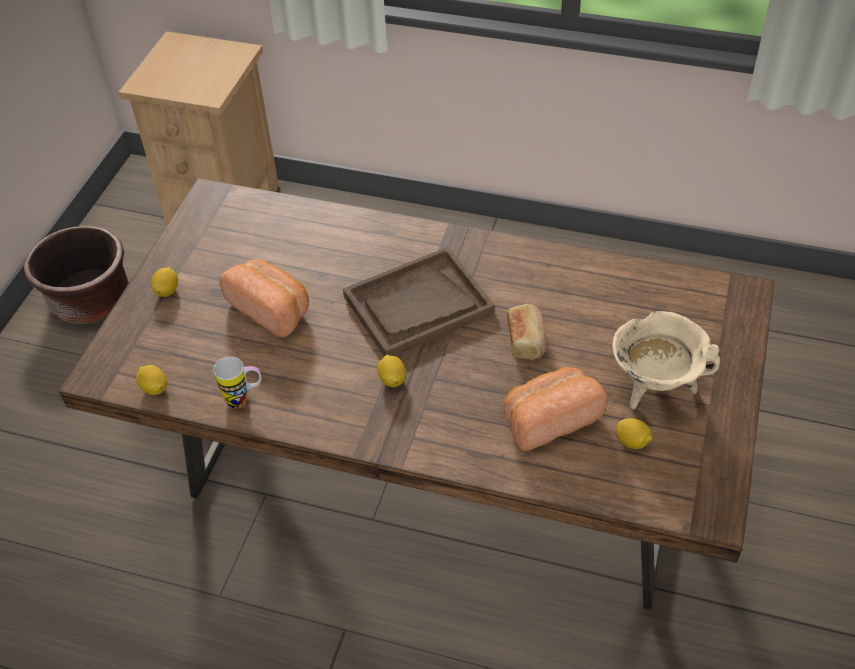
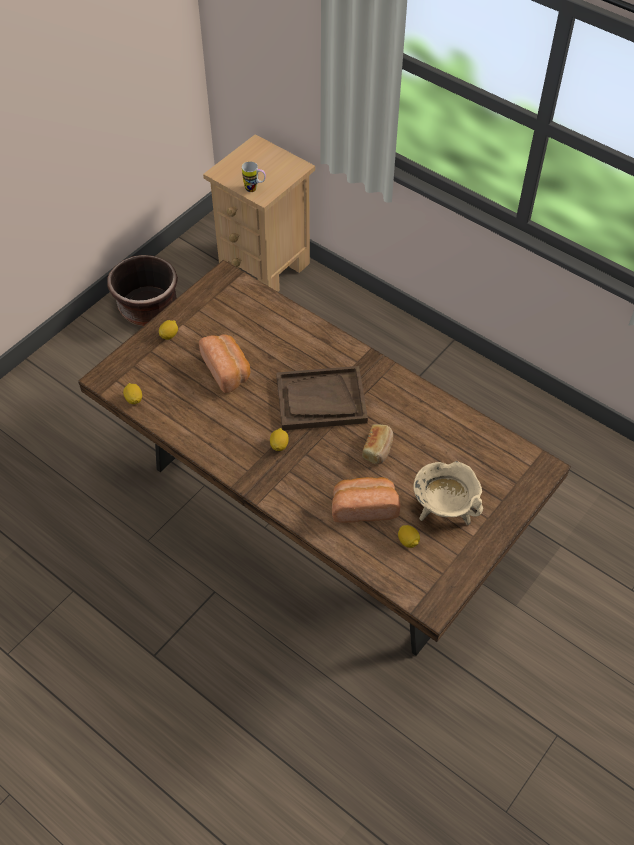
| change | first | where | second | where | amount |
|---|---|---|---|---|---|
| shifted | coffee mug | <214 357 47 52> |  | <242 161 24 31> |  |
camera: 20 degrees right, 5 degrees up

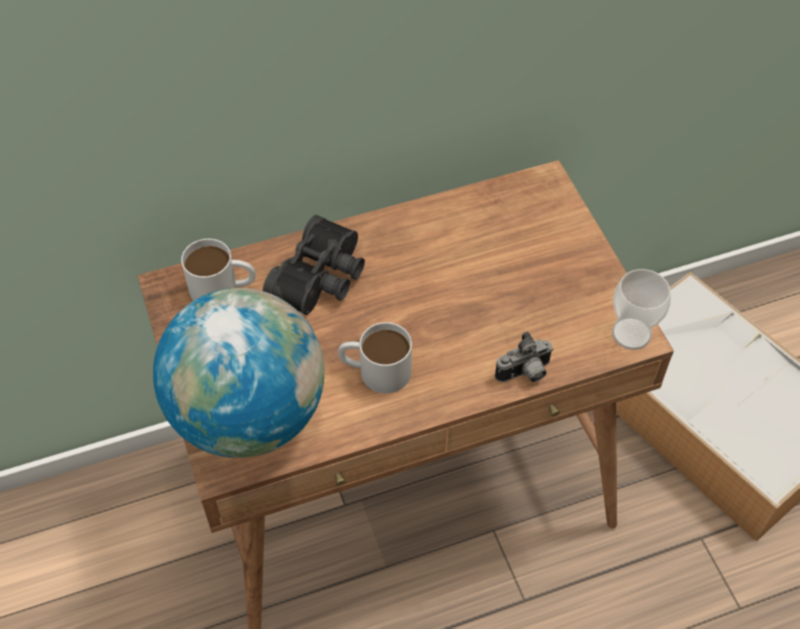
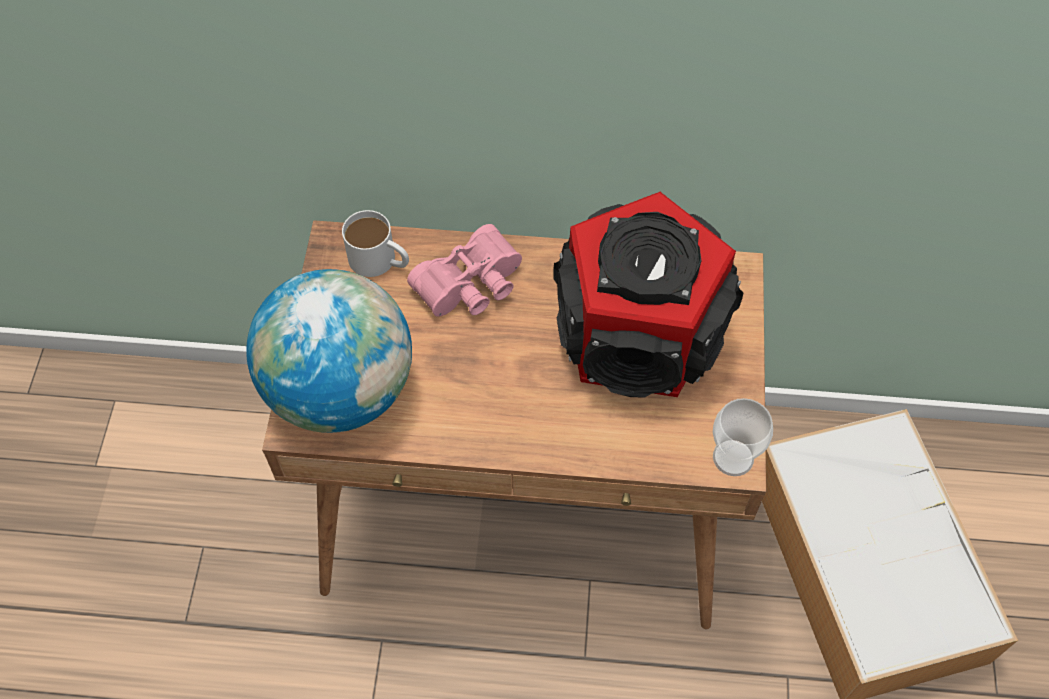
| change | first | where | second | where | amount |
|---|---|---|---|---|---|
| gone | white-coloured coffee mug | <338 322 74 71> |  |  |  |
| gone | still camera | <495 331 59 51> |  |  |  |
| new |  |  | loudspeaker | <553 192 191 206> |  |
| repainted | blackish field glasses | <263 215 102 100> | pinkish field glasses | <407 224 115 93> |  |
camera: 25 degrees right, 5 degrees up

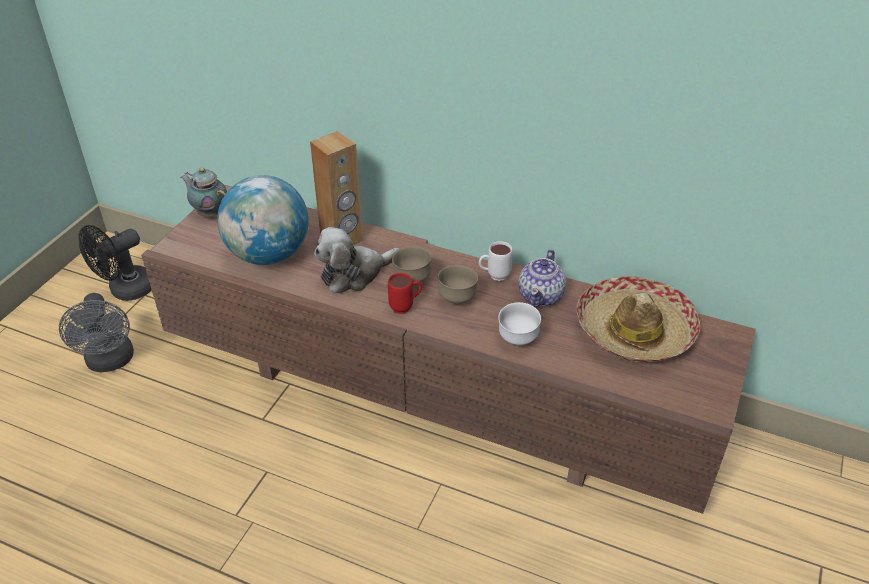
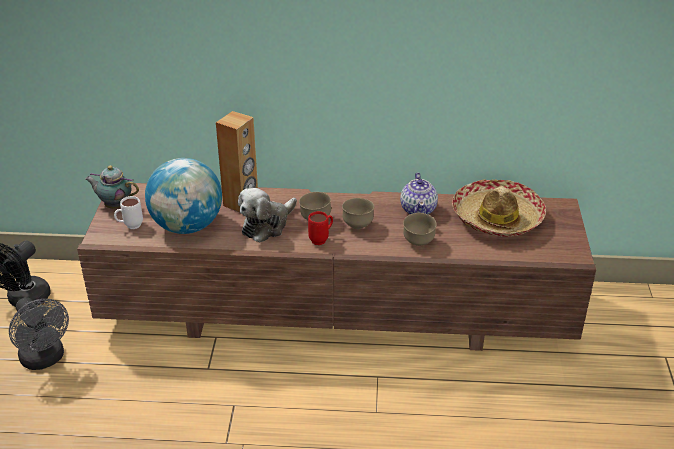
| change | first | where | second | where | amount |
|---|---|---|---|---|---|
| shifted | white-coloured coffee mug | <479 241 34 40> |  | <114 196 29 33> |  |
| repainted | white-coloured bowl | <498 302 43 43> | brown-coloured bowl | <403 213 34 33> |  |
camera: 20 degrees left, 5 degrees down

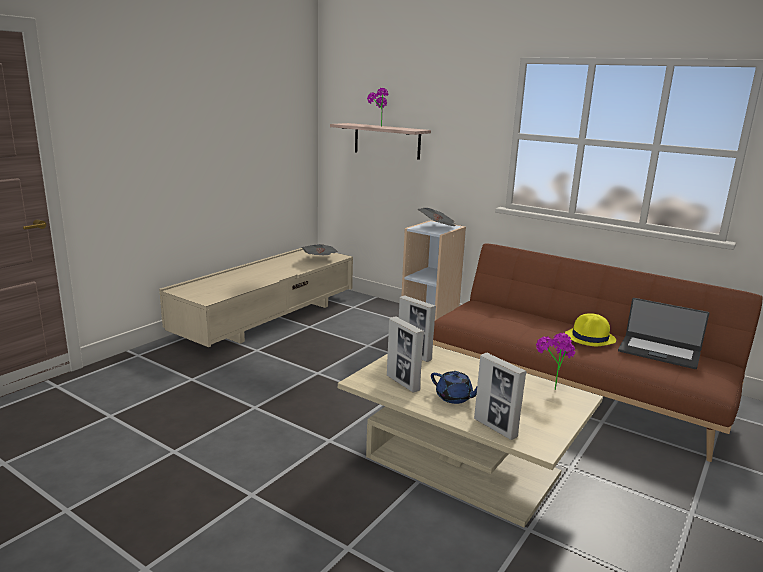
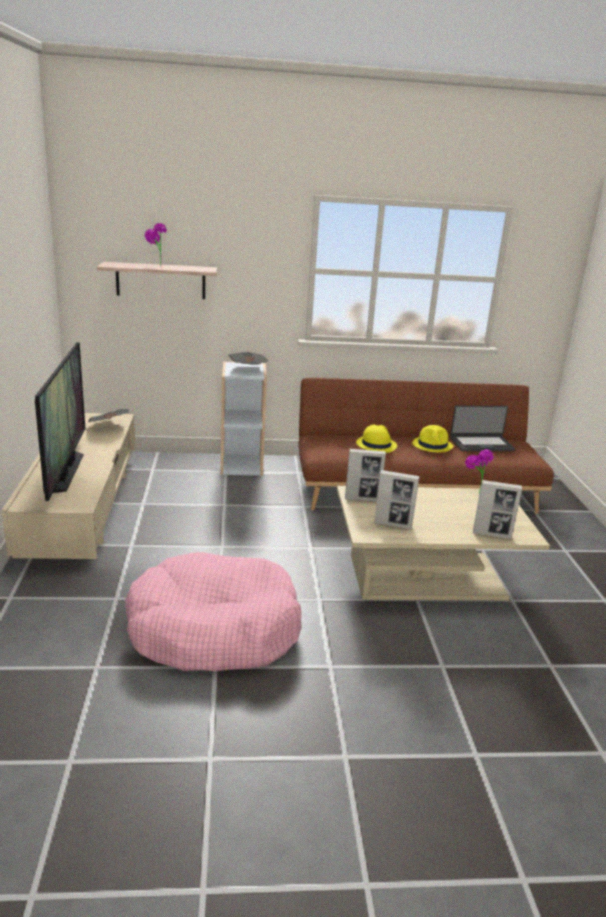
| change | first | where | second | where | amount |
|---|---|---|---|---|---|
| gone | blue tea pot | <431 371 46 33> |  |  |  |
| new |  |  | TV | <35 342 50 159> |  |
| new |  |  | pinkish pet bed | <125 552 177 120> |  |
| new |  |  | yellowish hat | <356 425 41 28> |  |
camera: 40 degrees left, 5 degrees up

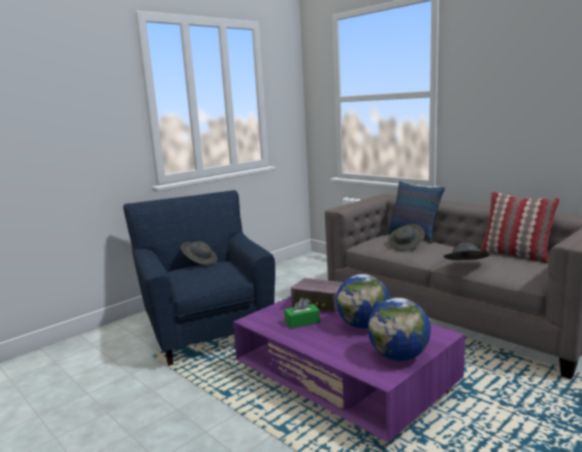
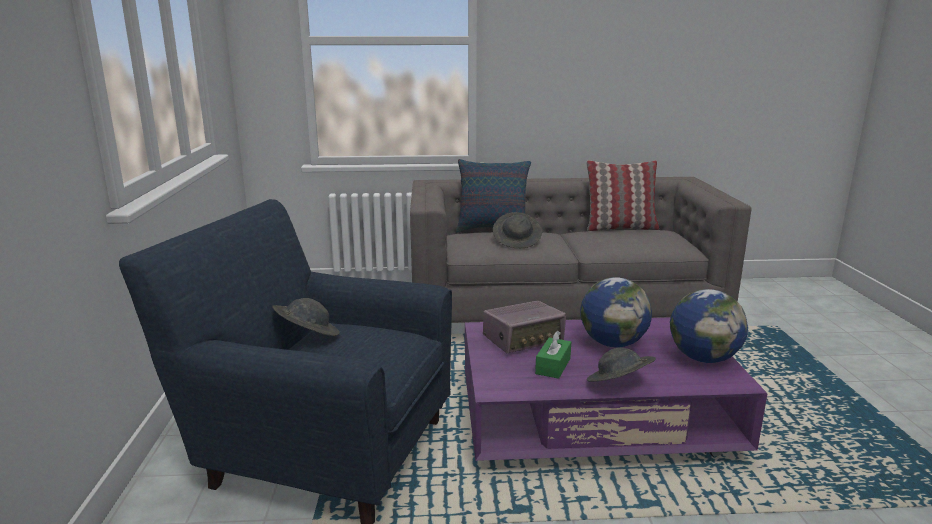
| change | first | where | second | where | amount |
|---|---|---|---|---|---|
| shifted | greyish hat | <443 243 47 17> |  | <587 348 69 34> |  |
camera: 50 degrees left, 5 degrees up

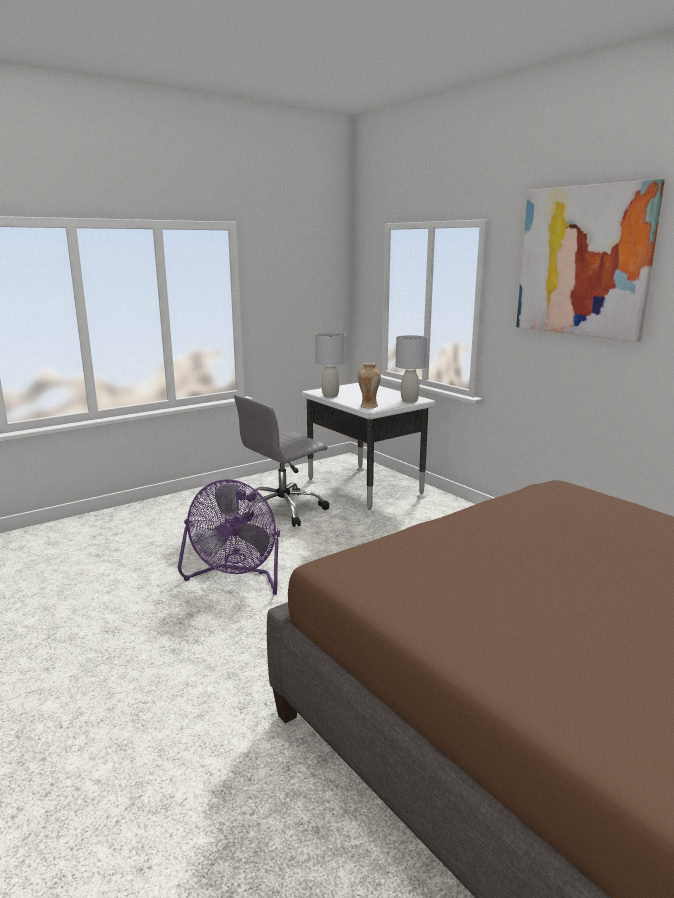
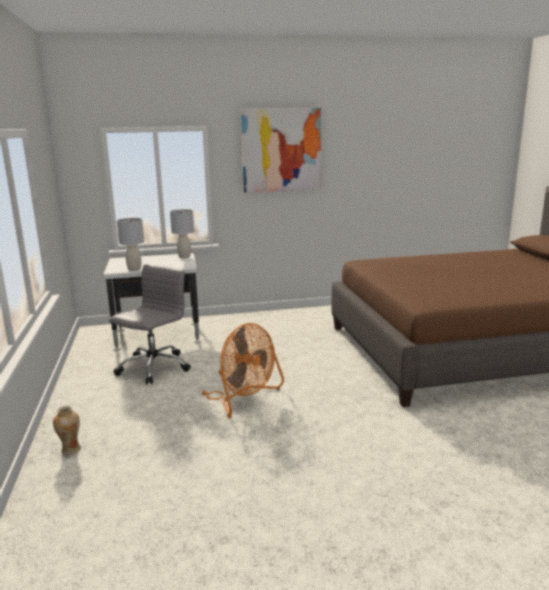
| change | first | where | second | where | amount |
|---|---|---|---|---|---|
| shifted | decorative vase | <358 363 23 45> |  | <53 406 28 49> |  |
| repainted | purple electric fan | <178 479 102 116> | orange-coloured electric fan | <202 323 82 95> |  |
| rotated | greyish office chair | <234 395 96 132> |  | <109 264 82 121> | 135 degrees counterclockwise |
camera: 65 degrees left, 0 degrees up

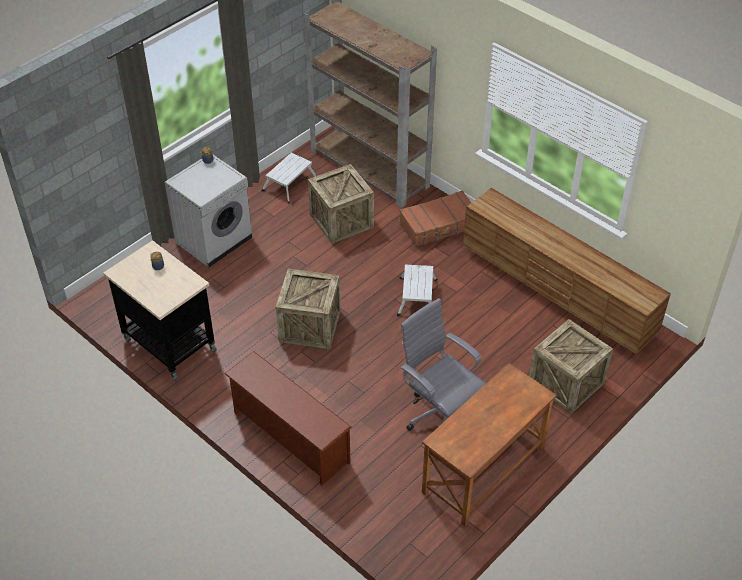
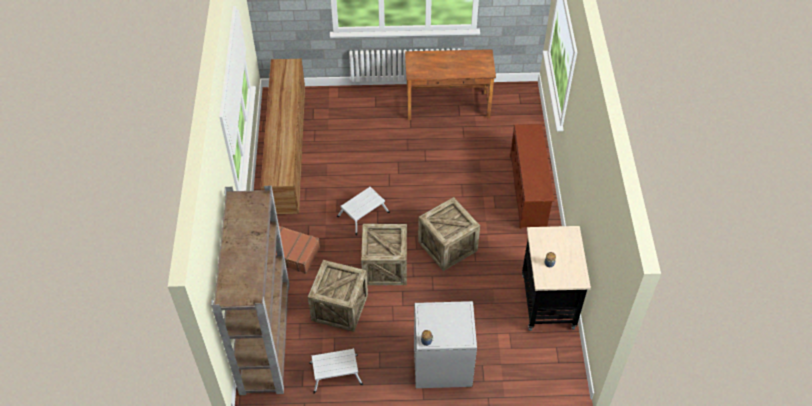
| change | first | where | second | where | amount |
|---|---|---|---|---|---|
| gone | greyish office chair | <400 298 86 133> |  |  |  |
| shifted | crate | <529 319 84 95> |  | <361 224 46 61> |  |
camera: 135 degrees left, 5 degrees up

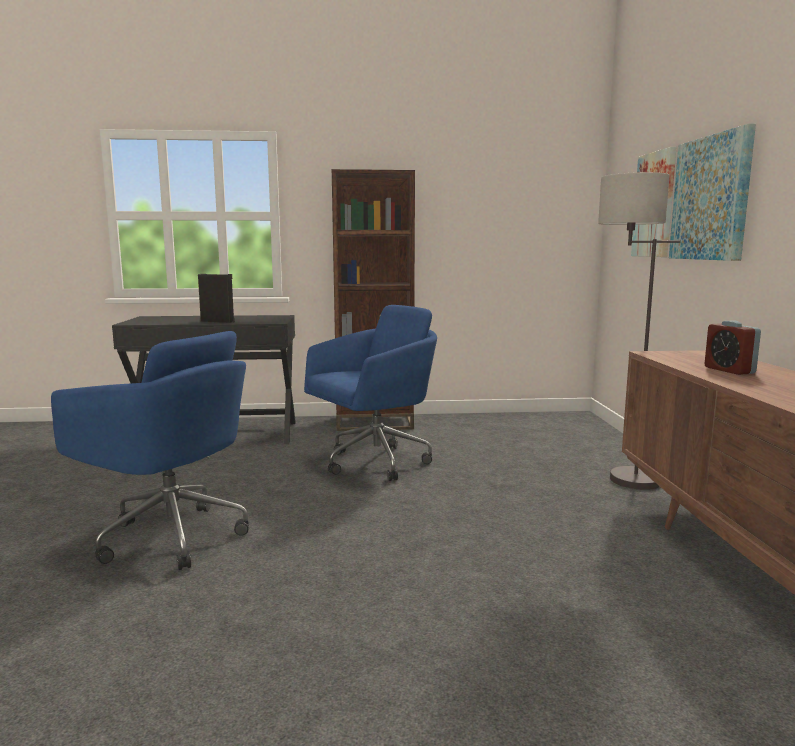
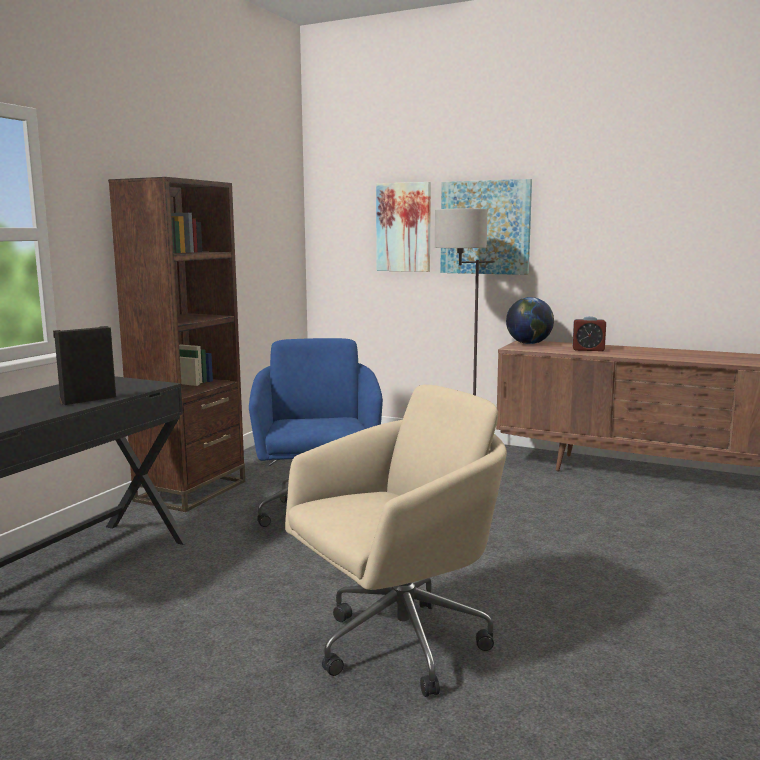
| change | first | where | second | where | amount |
|---|---|---|---|---|---|
| new |  |  | globe | <506 297 48 47> |  |
| repainted | blue office chair | <51 331 198 239> | beige-coloured office chair | <285 385 222 312> |  |
camera: 60 degrees left, 0 degrees up

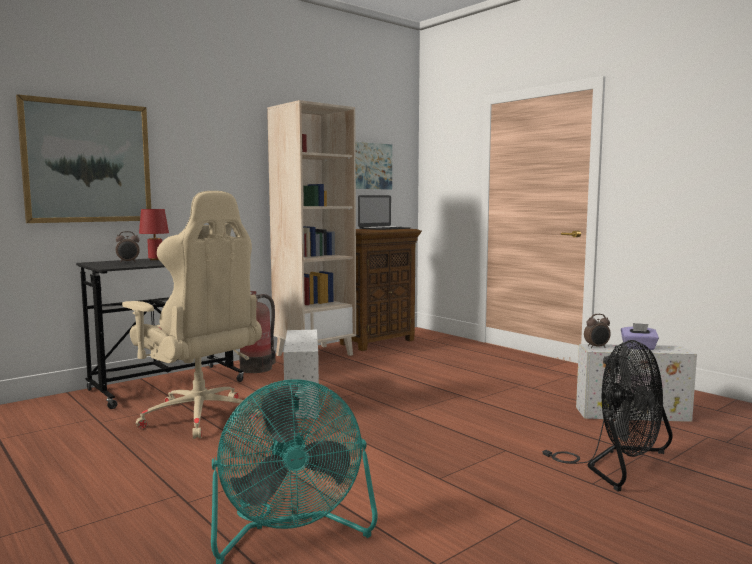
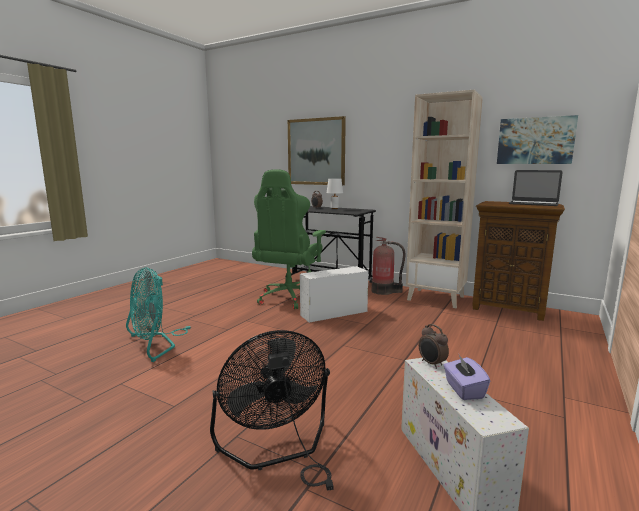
| change | first | where | second | where | amount |
|---|---|---|---|---|---|
| repainted | beige-coloured office chair | <122 191 140 248> | green-coloured office chair | <252 169 74 140> |  |
| repainted | red table lamp | <139 209 30 51> | white-coloured table lamp | <327 178 16 31> |  |
| rotated | blackish electric fan | <543 340 130 152> |  | <210 330 124 161> | 135 degrees clockwise |
camera: 70 degrees right, 5 degrees up

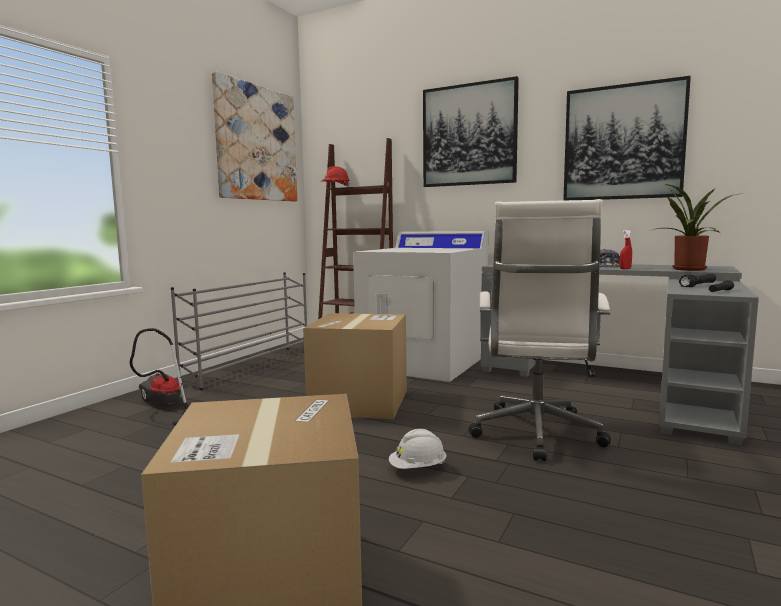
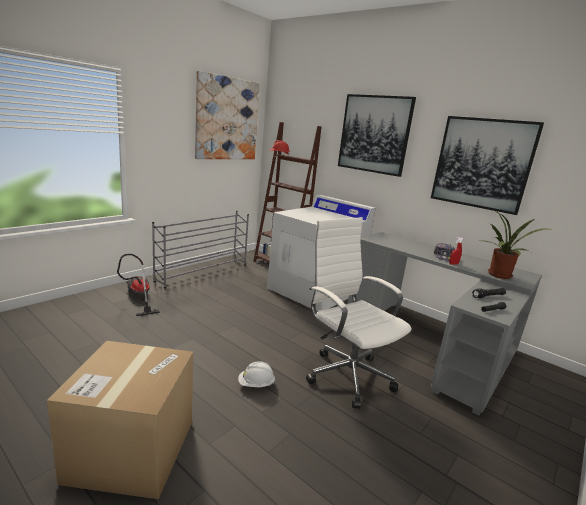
| change | first | where | second | where | amount |
|---|---|---|---|---|---|
| gone | carton | <303 313 104 106> |  |  |  |
| rotated | white-coloured office chair | <468 199 143 262> |  | <306 217 105 192> | 120 degrees clockwise |
camera: 10 degrees right, 10 degrees up

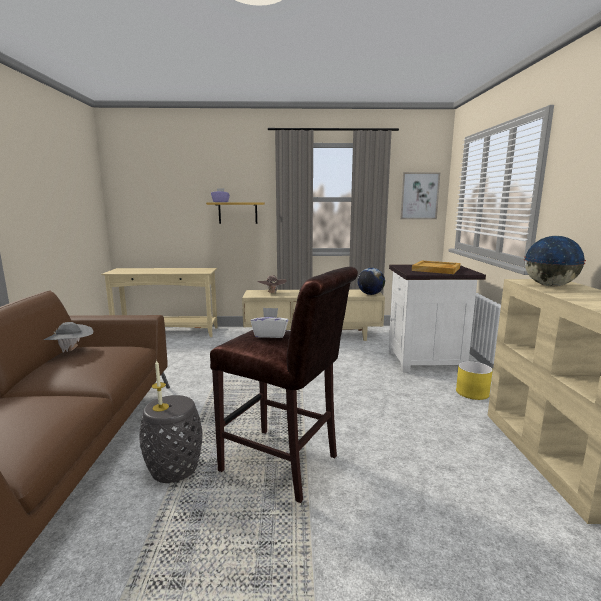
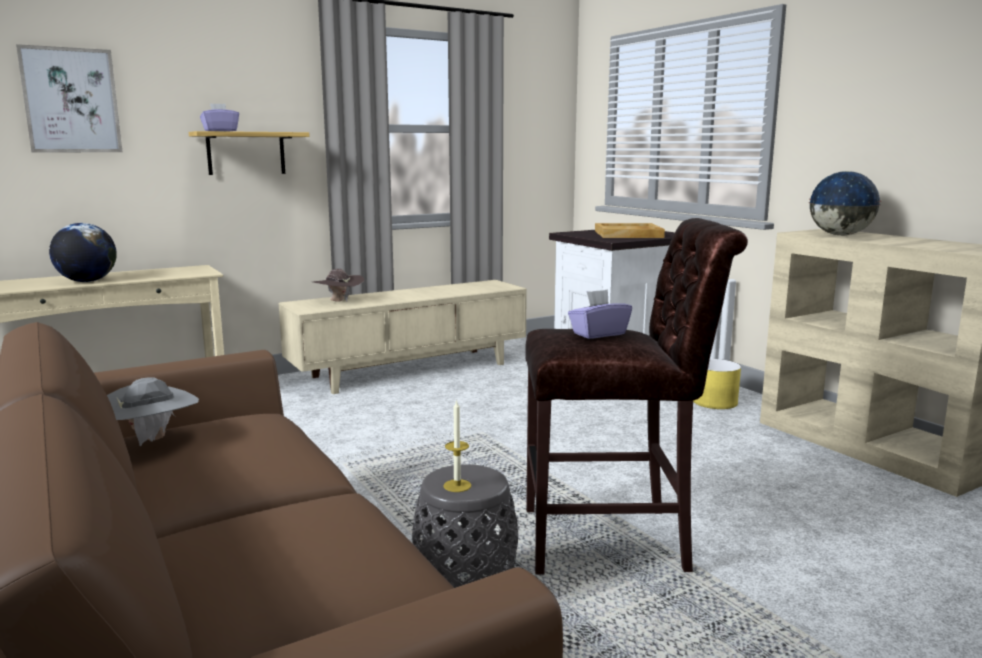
| change | first | where | second | where | amount |
|---|---|---|---|---|---|
| shifted | globe | <358 268 27 27> |  | <49 223 68 59> |  |
| shifted | wall picture | <400 172 40 47> |  | <16 44 106 109> |  |
| repainted | white-coloured tissue box | <251 308 37 30> | purple tissue box | <568 289 64 50> |  |
camera: 30 degrees left, 0 degrees up

